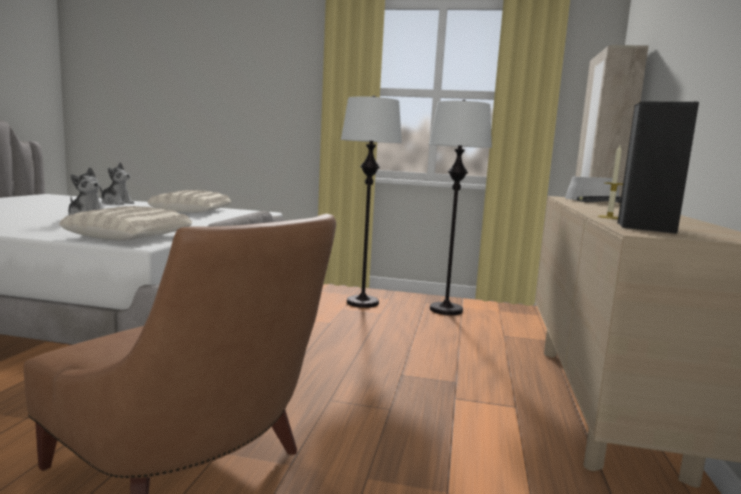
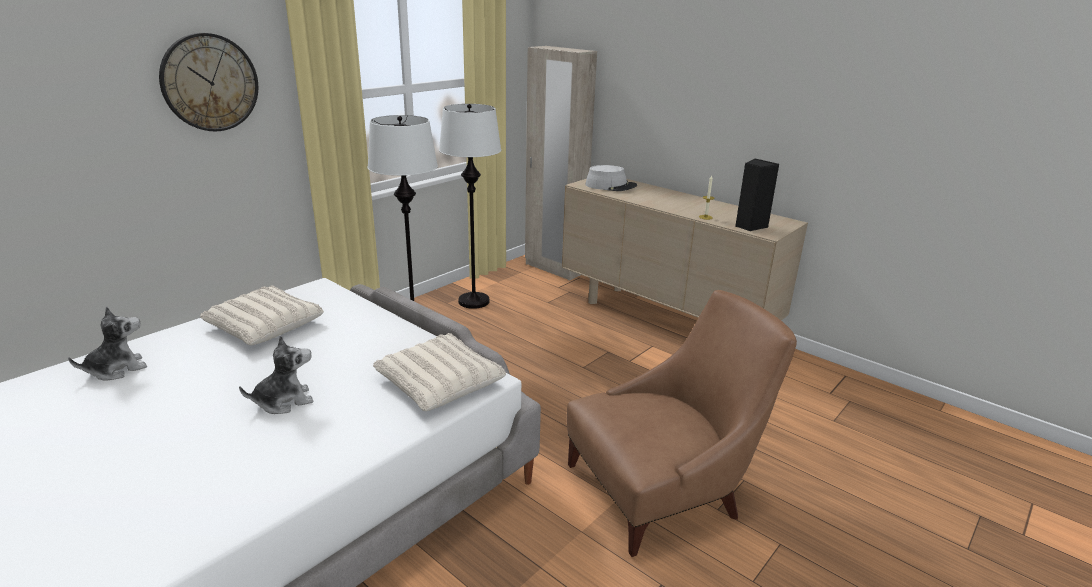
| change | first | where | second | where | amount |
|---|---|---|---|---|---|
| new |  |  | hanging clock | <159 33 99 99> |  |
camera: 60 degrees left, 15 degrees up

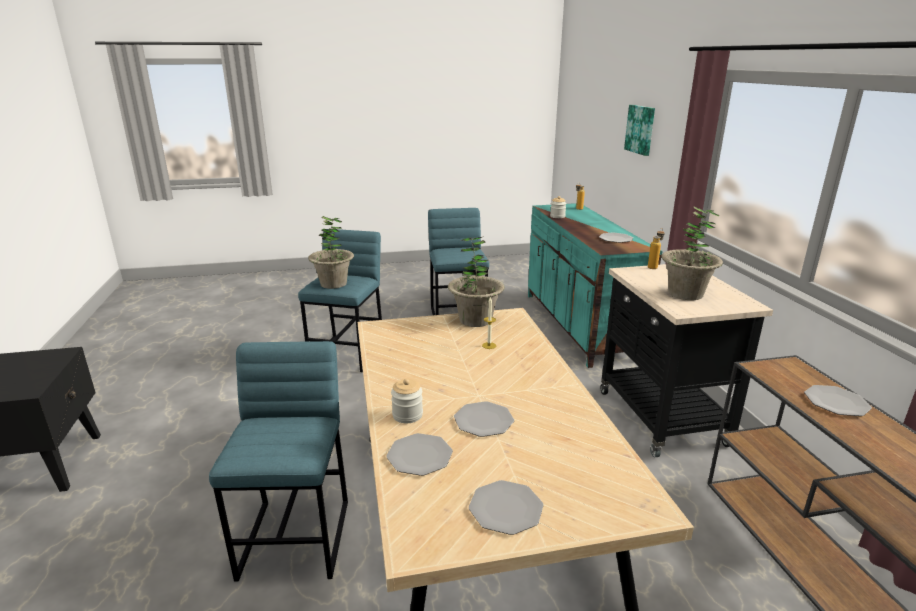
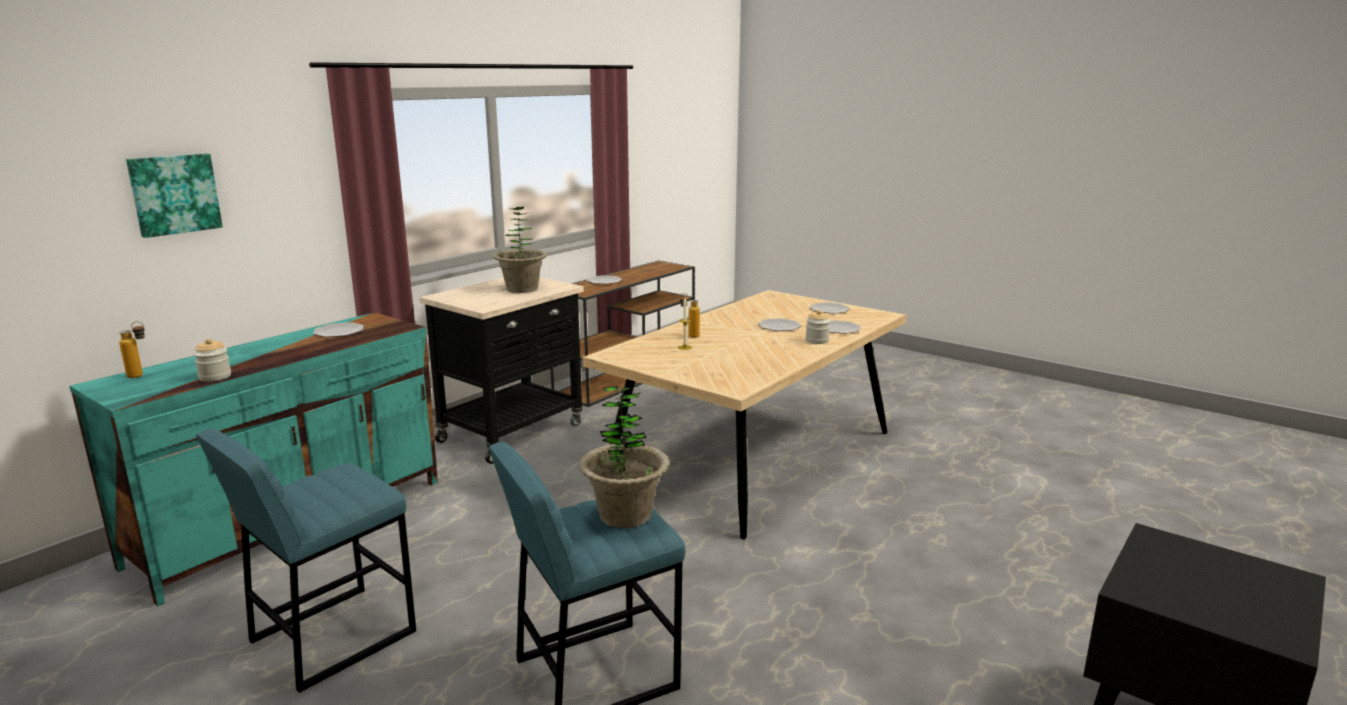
| change | first | where | second | where | amount |
|---|---|---|---|---|---|
| gone | blue stool | <209 341 139 241> |  |  |  |
| gone | plant in a pot | <448 236 57 91> |  |  |  |
| shifted | beverage bottle | <648 228 17 41> |  | <679 293 21 45> |  |
camera: 130 degrees left, 5 degrees down

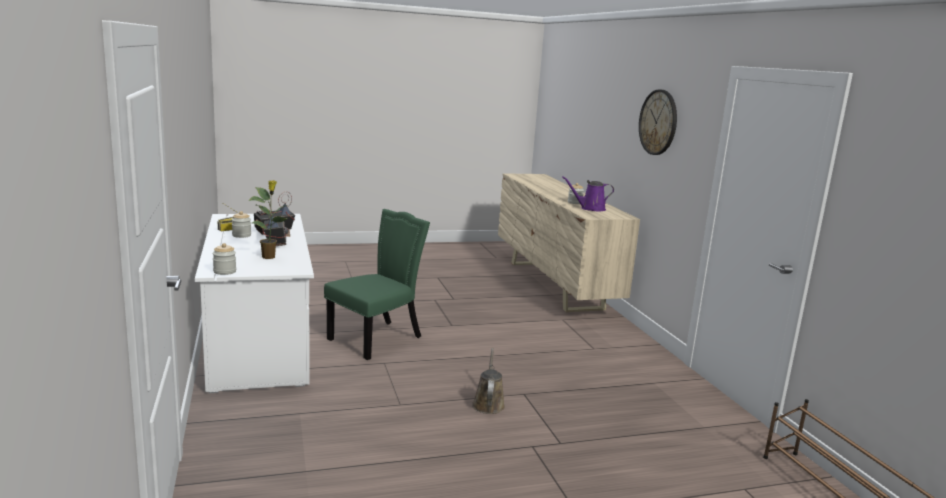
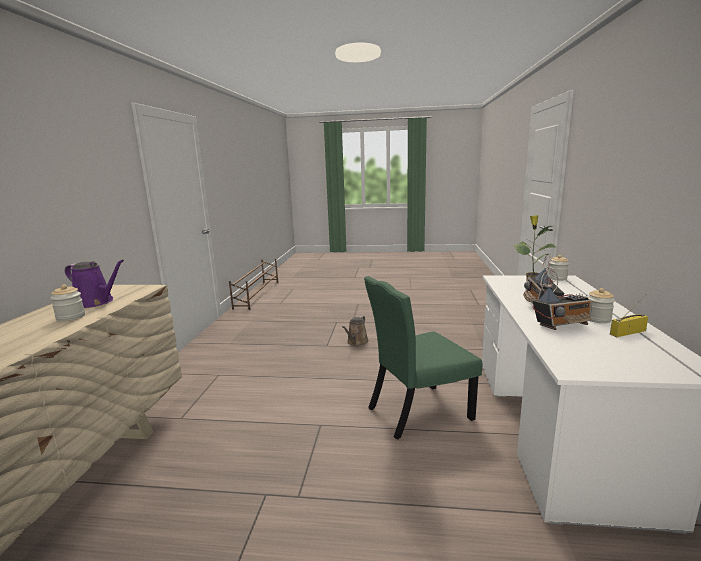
| change | first | where | second | where | amount |
|---|---|---|---|---|---|
| gone | hanging clock | <639 90 38 65> |  |  |  |
camera: 155 degrees left, 0 degrees up

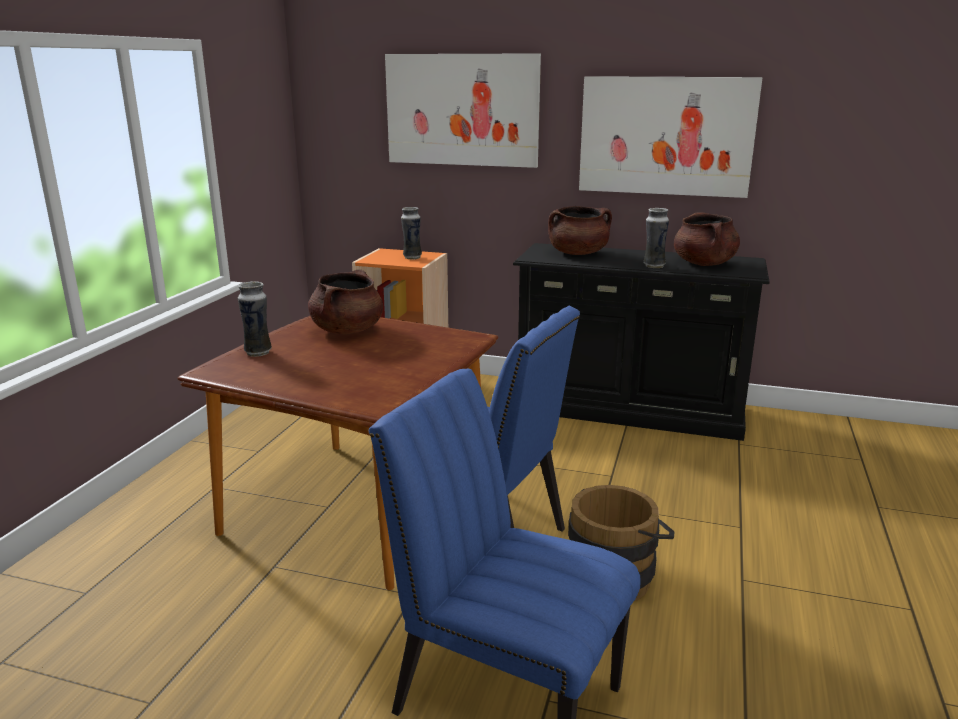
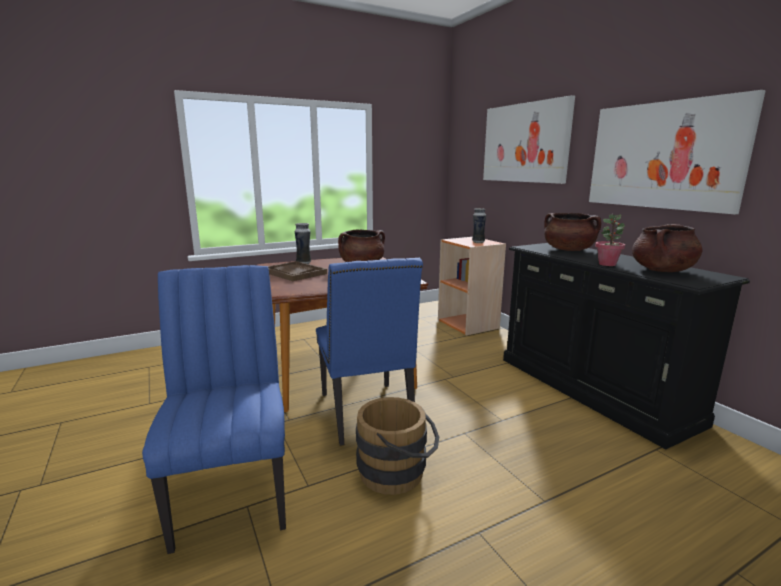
| change | first | where | second | where | amount |
|---|---|---|---|---|---|
| new |  |  | brown-coloured carrying tray | <268 261 59 20> |  |
| swapped | decorative vase | <644 208 25 60> | plant in a pot | <595 214 30 52> |  |
camera: 45 degrees right, 5 degrees down

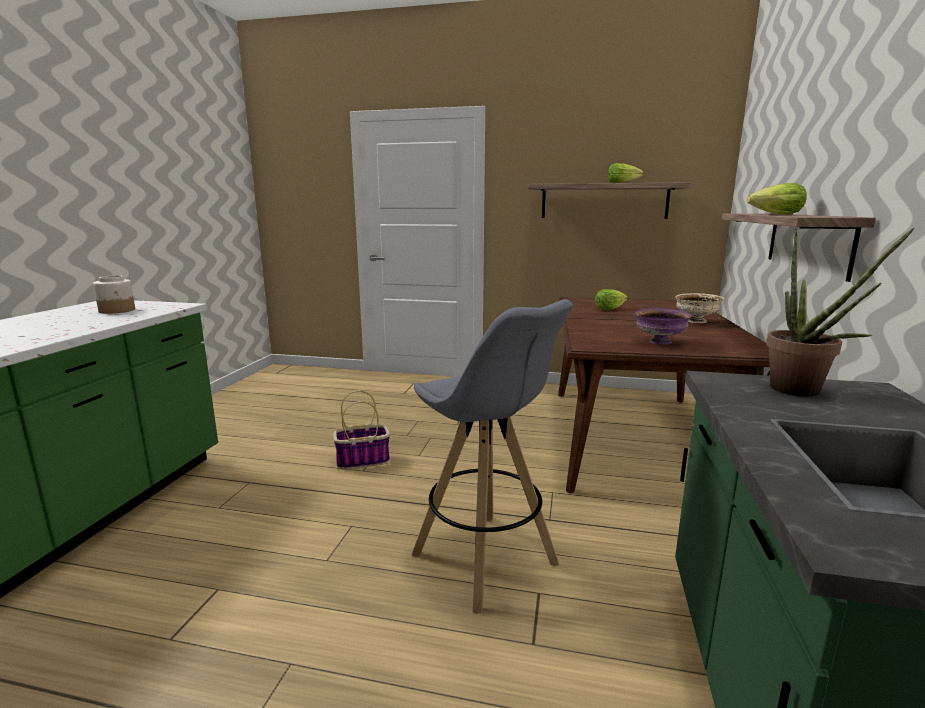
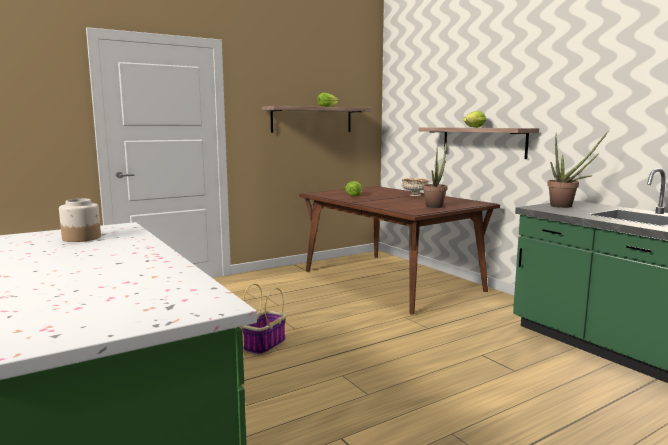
| change | first | where | second | where | amount |
|---|---|---|---|---|---|
| gone | greyish stool | <411 299 162 314> |  |  |  |
| swapped | purple bowl | <635 308 57 37> | plant in a pot | <423 143 25 65> |  |
camera: 45 degrees left, 5 degrees down

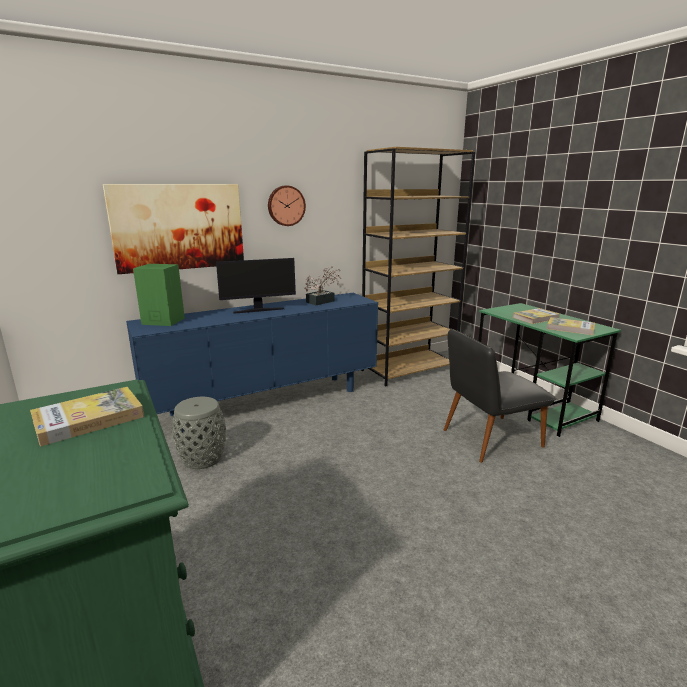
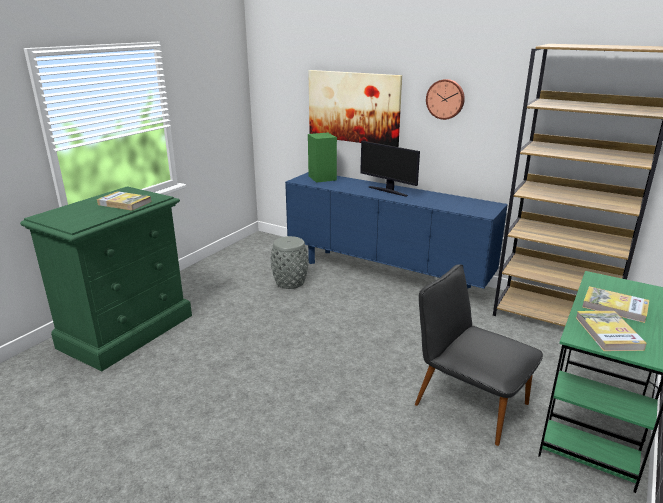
| change | first | where | second | where | amount |
|---|---|---|---|---|---|
| gone | plant in a pot | <304 266 37 39> |  |  |  |
camera: 60 degrees right, 5 degrees up

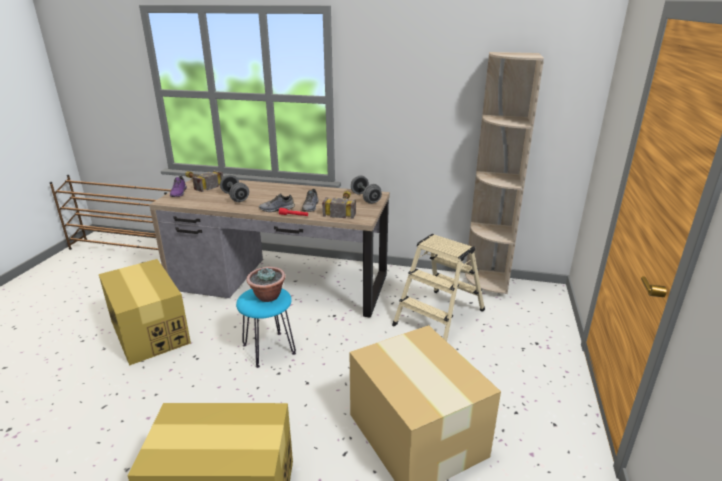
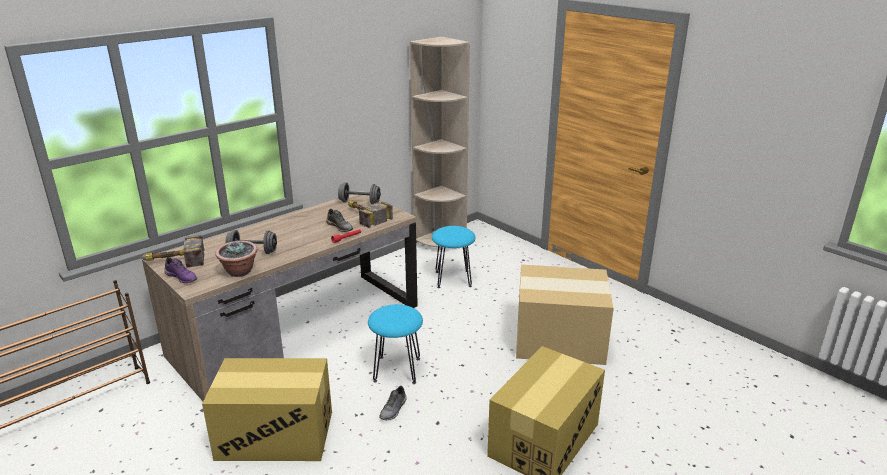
| change | first | where | second | where | amount |
|---|---|---|---|---|---|
| shifted | plant in a pot | <246 267 40 35> |  | <215 241 42 36> |  |
| shifted | greyish shoe | <259 193 36 19> |  | <379 386 28 34> |  |
| swapped | beige-coloured stepladder | <392 234 93 107> | turquoise-coloured stool | <432 226 44 62> |  |
camera: 55 degrees left, 0 degrees up

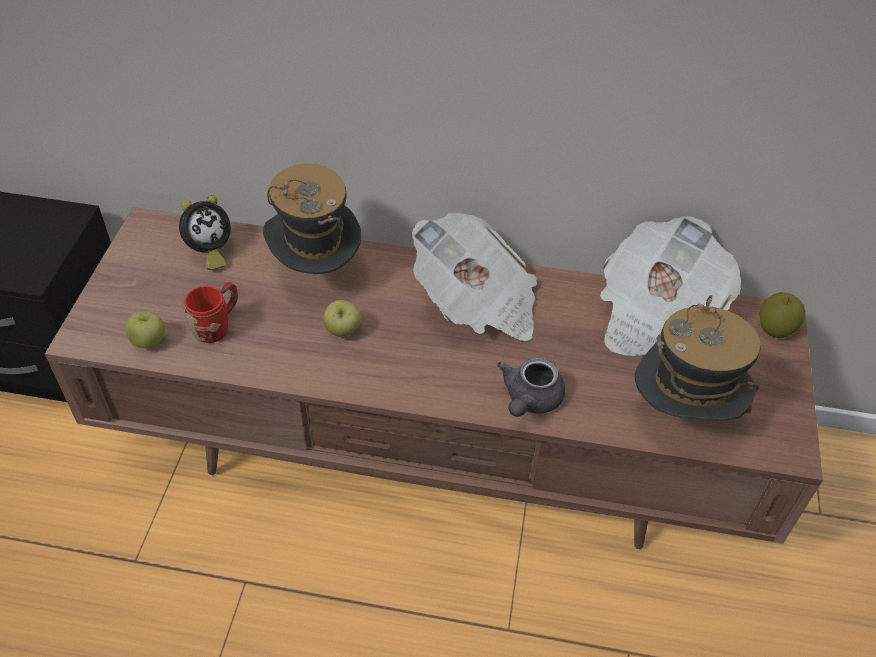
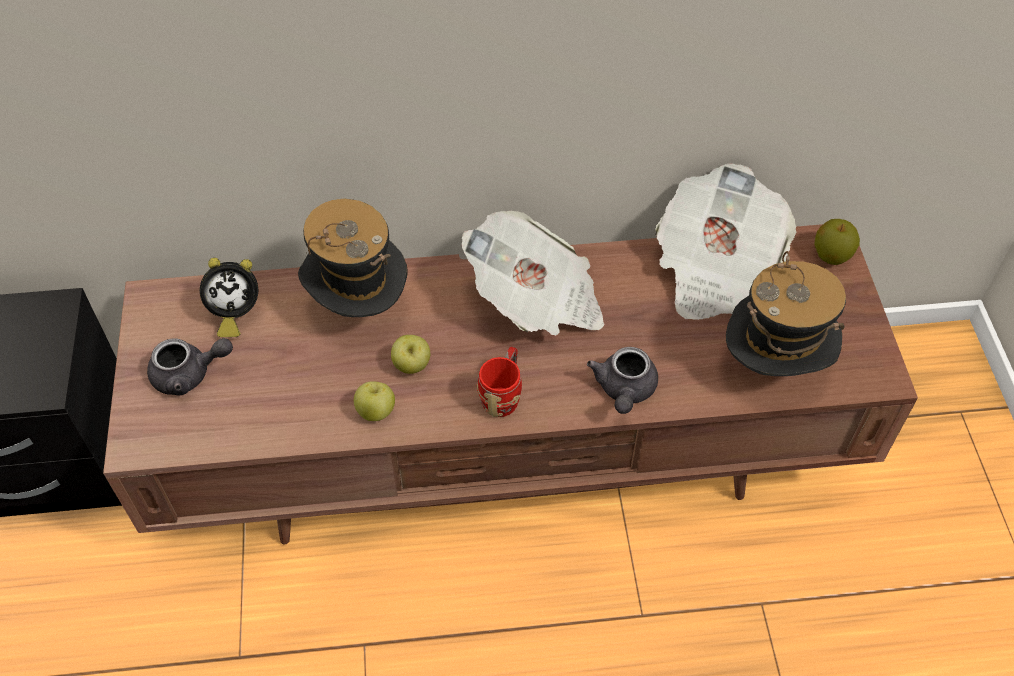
| change | first | where | second | where | amount |
|---|---|---|---|---|---|
| new |  |  | greyish tea pot | <147 338 86 58> |  |
| shifted | apple fruit | <125 311 40 37> |  | <354 381 41 40> |  |
| shifted | red coffee mug | <185 282 53 61> |  | <476 347 46 70> |  |
| rotated | table clock | <179 195 52 75> |  | <200 258 58 79> | 45 degrees clockwise |
camera: 15 degrees left, 5 degrees up

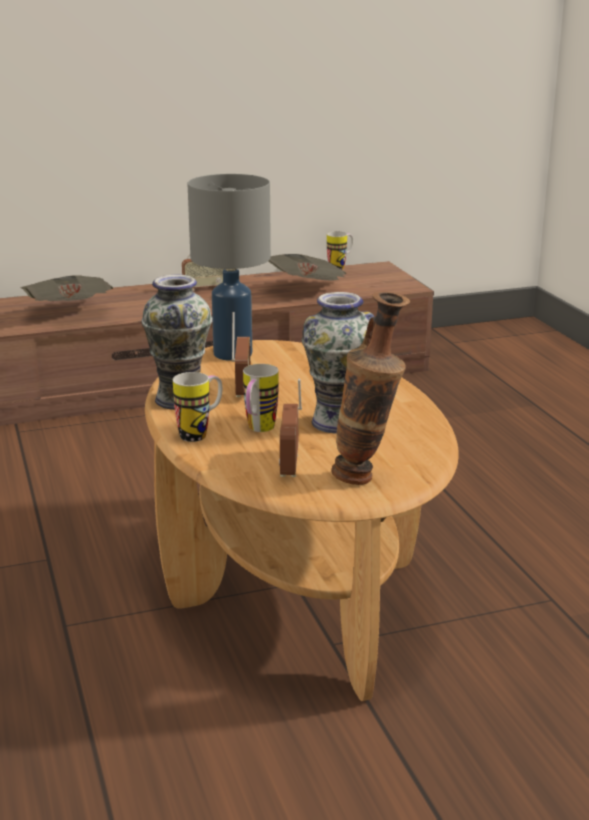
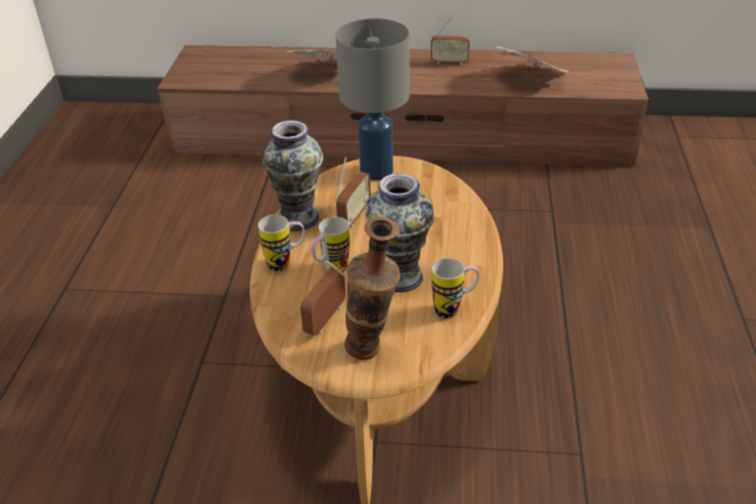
| change | first | where | second | where | amount |
|---|---|---|---|---|---|
| shifted | coffee mug | <327 231 26 39> |  | <432 258 47 60> |  |
camera: 25 degrees right, 15 degrees up

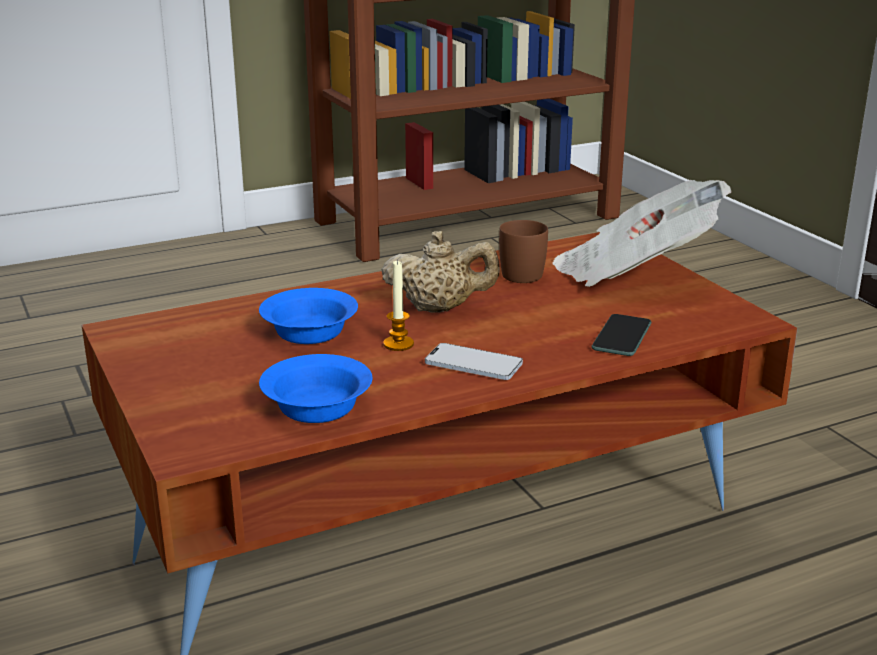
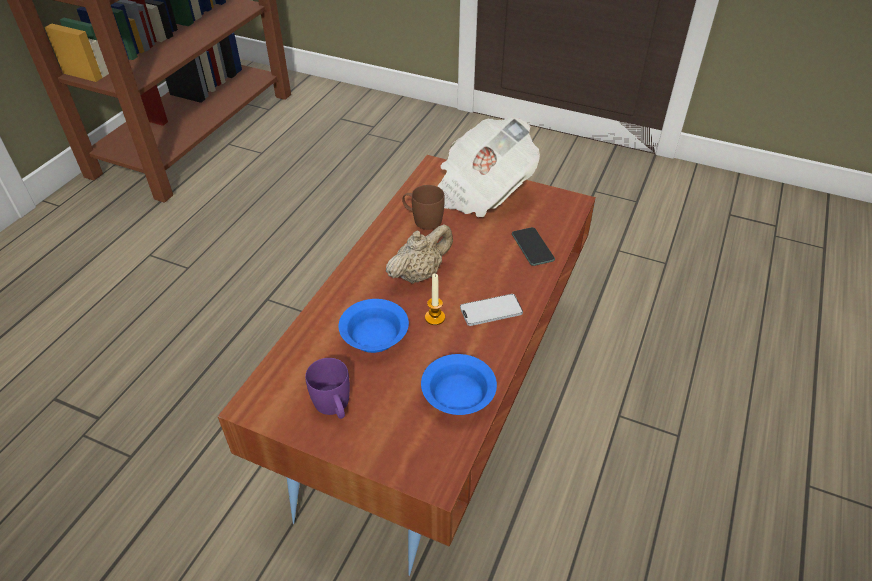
| change | first | where | second | where | amount |
|---|---|---|---|---|---|
| new |  |  | purple coffee mug | <305 358 45 61> |  |
camera: 40 degrees left, 20 degrees up

